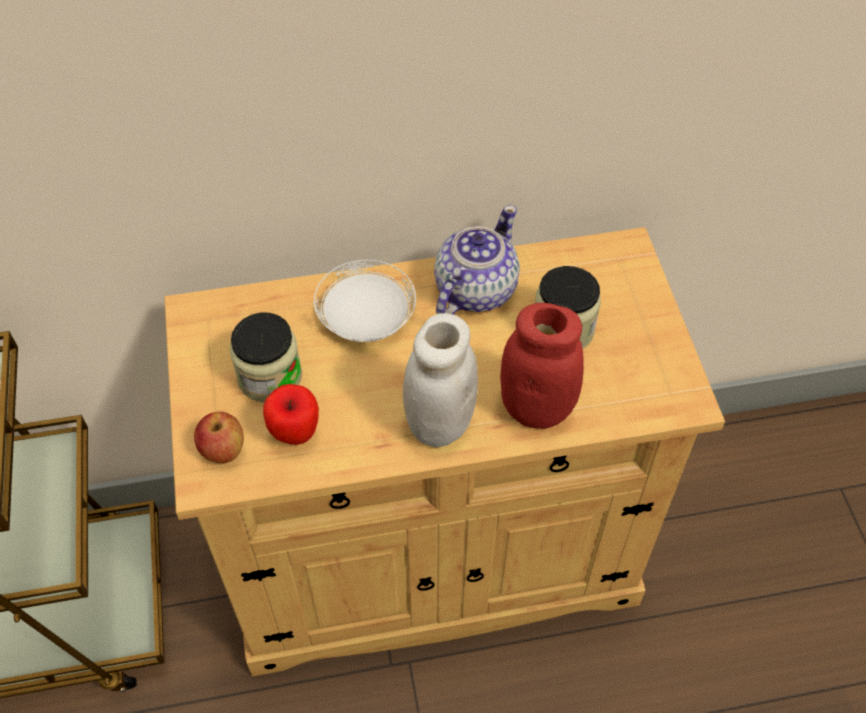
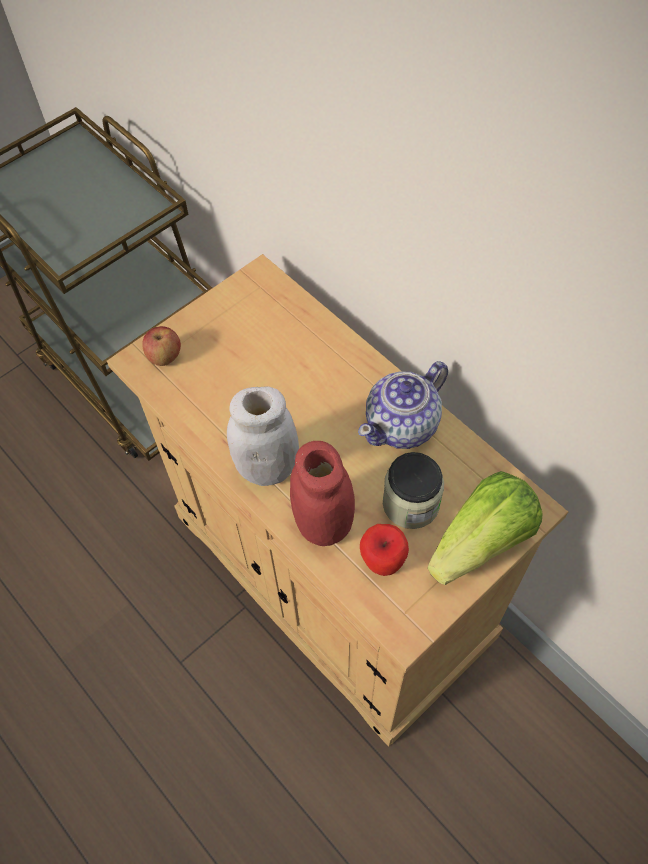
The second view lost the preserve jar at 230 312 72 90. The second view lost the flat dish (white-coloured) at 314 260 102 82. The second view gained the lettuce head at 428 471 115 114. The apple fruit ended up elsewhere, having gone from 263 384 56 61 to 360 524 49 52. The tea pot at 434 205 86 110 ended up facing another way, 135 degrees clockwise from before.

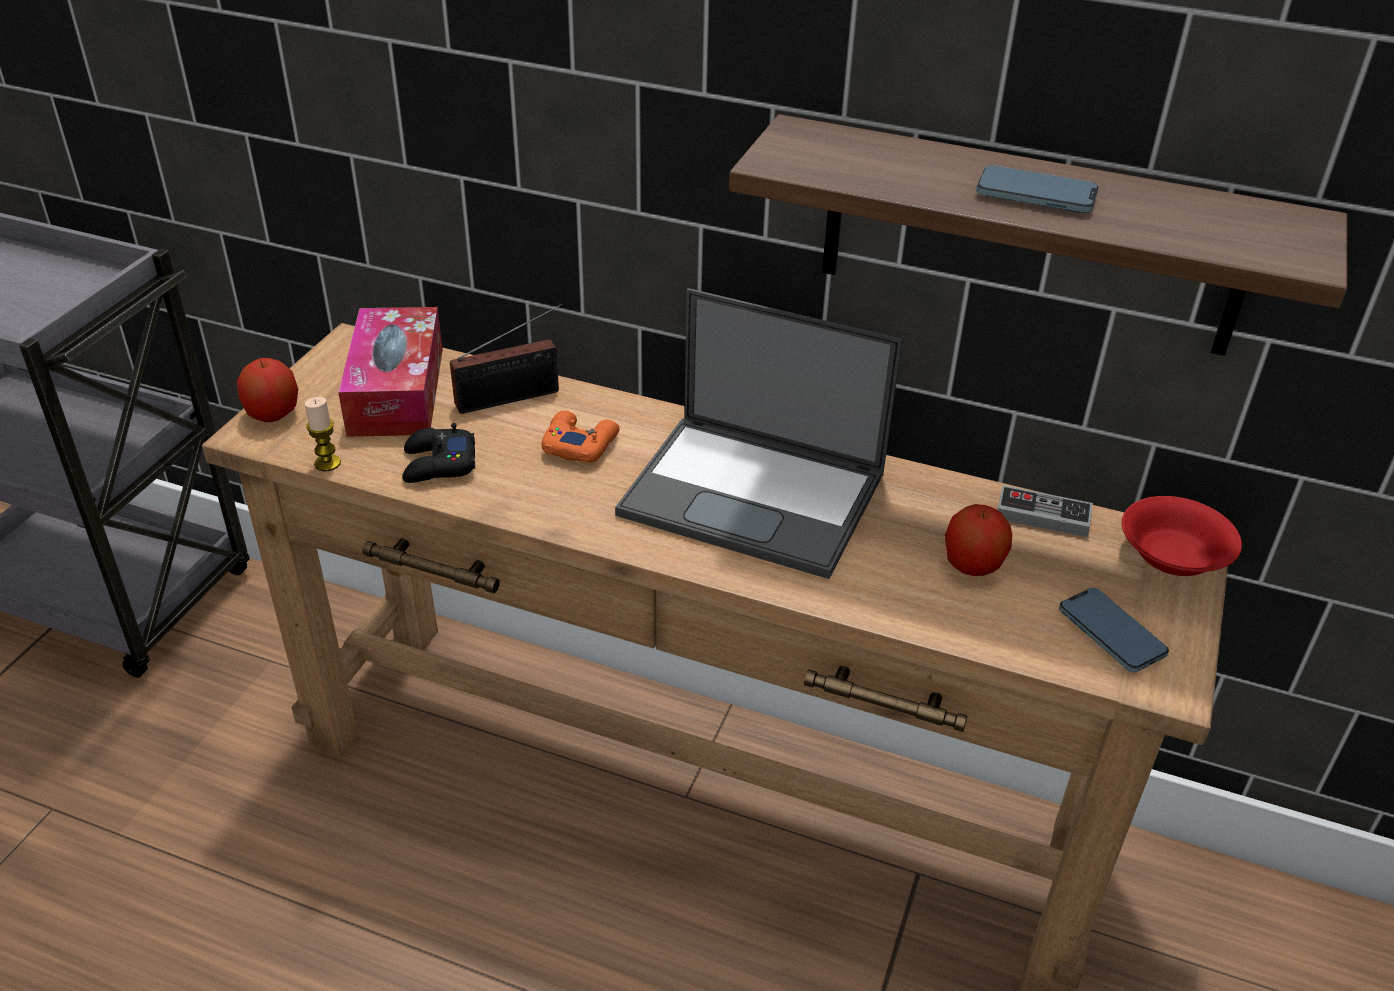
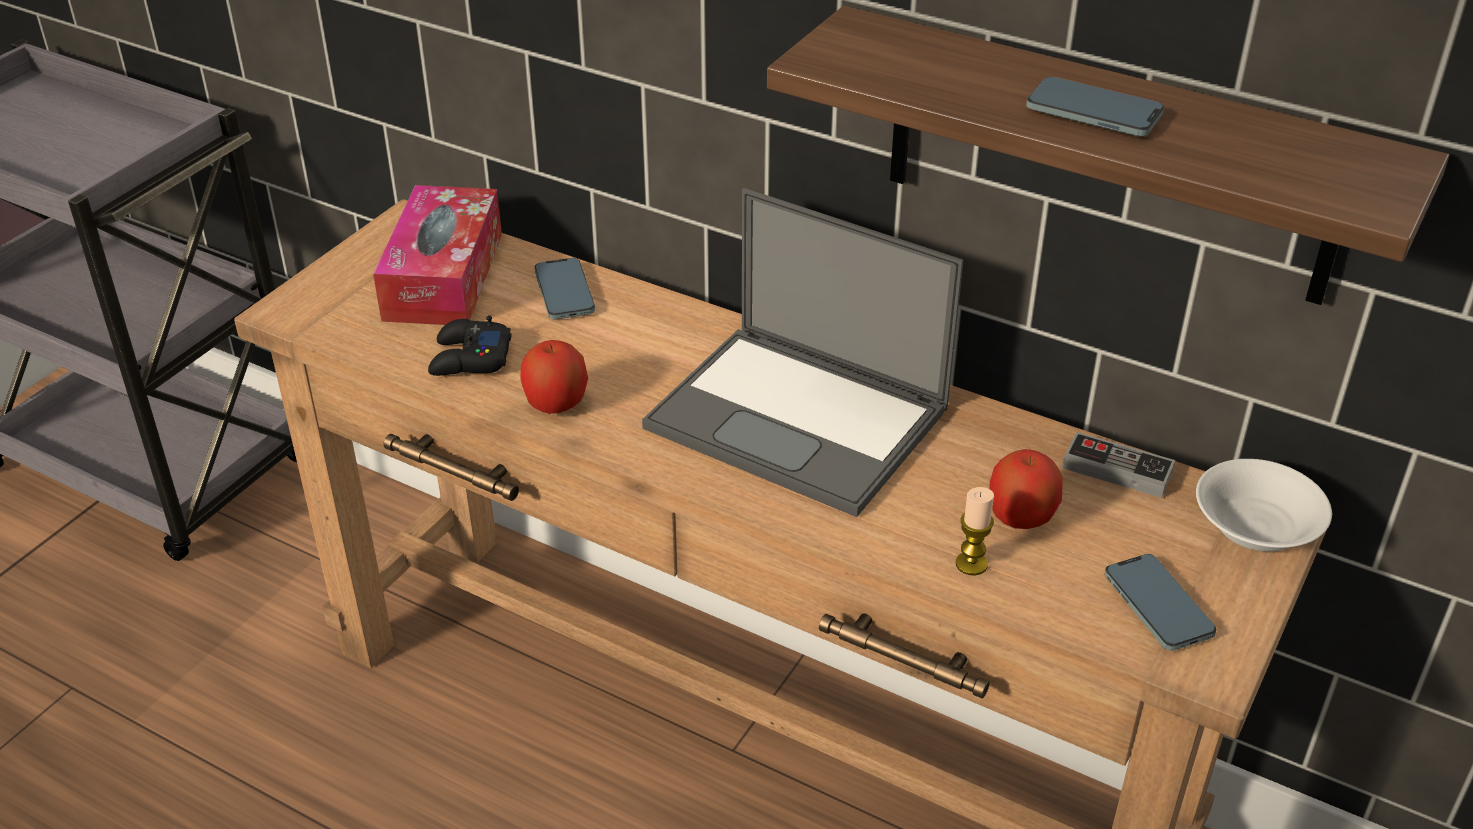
The second view lost the joypad (orange-coloured) at 542 411 77 52. The apple fruit ended up elsewhere, having gone from 237 358 61 64 to 520 340 68 74. The wax candle ended up elsewhere, having gone from 304 397 37 74 to 956 487 38 88. Where the radio receiver stood at 450 304 113 110, the phone came to stand at 535 258 60 61. What was the serving bowl (reddish) at 1122 496 120 80 turned into the serving bowl (white-coloured) at 1196 459 136 93.

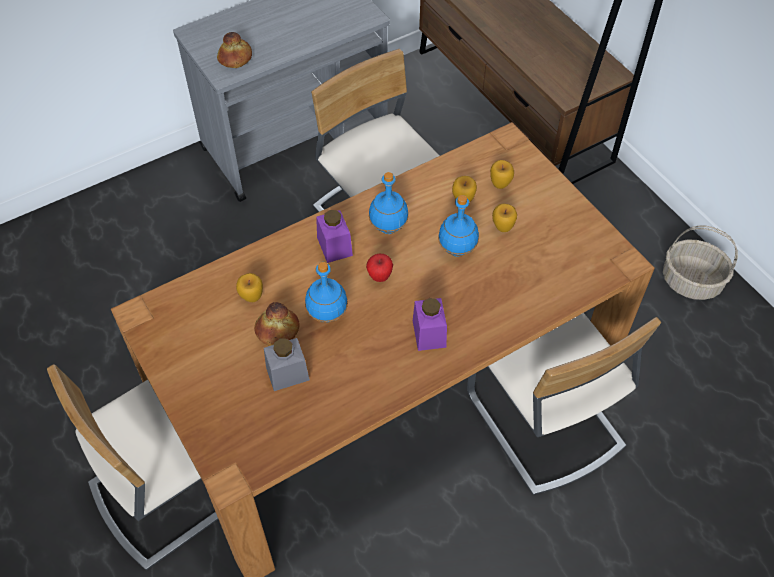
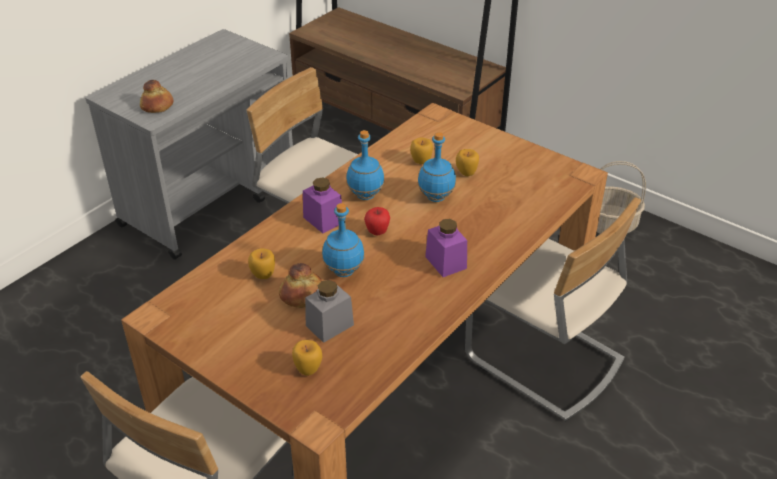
The apple fruit ended up elsewhere, having gone from 490 160 24 29 to 292 340 31 36.

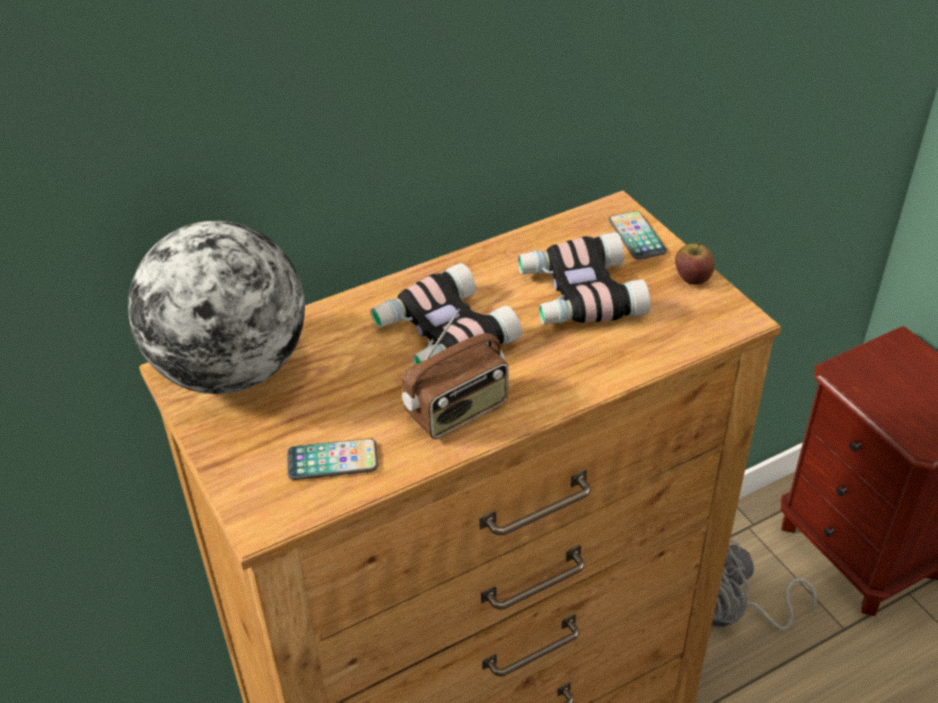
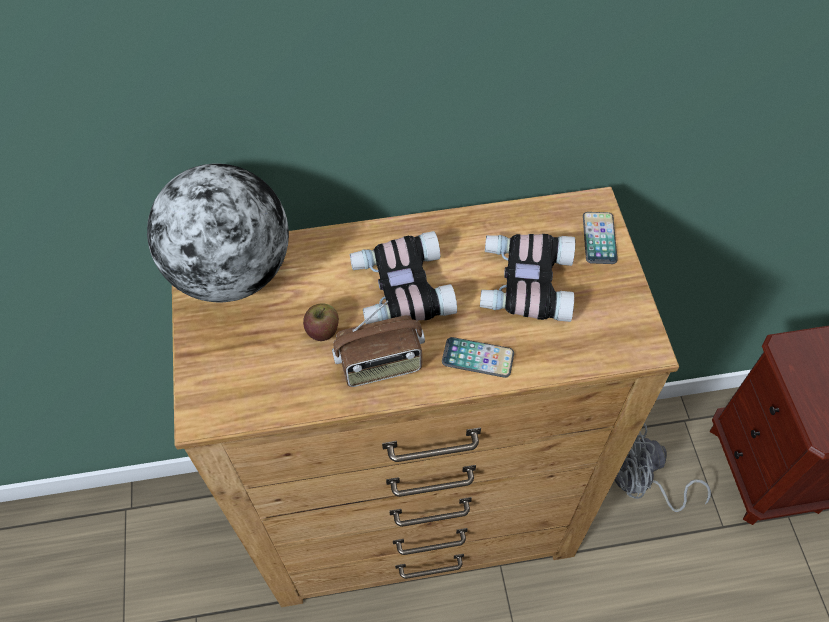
The phone ended up elsewhere, having gone from 287 438 91 42 to 442 337 72 41. The apple fruit ended up elsewhere, having gone from 675 242 40 43 to 303 303 36 38.

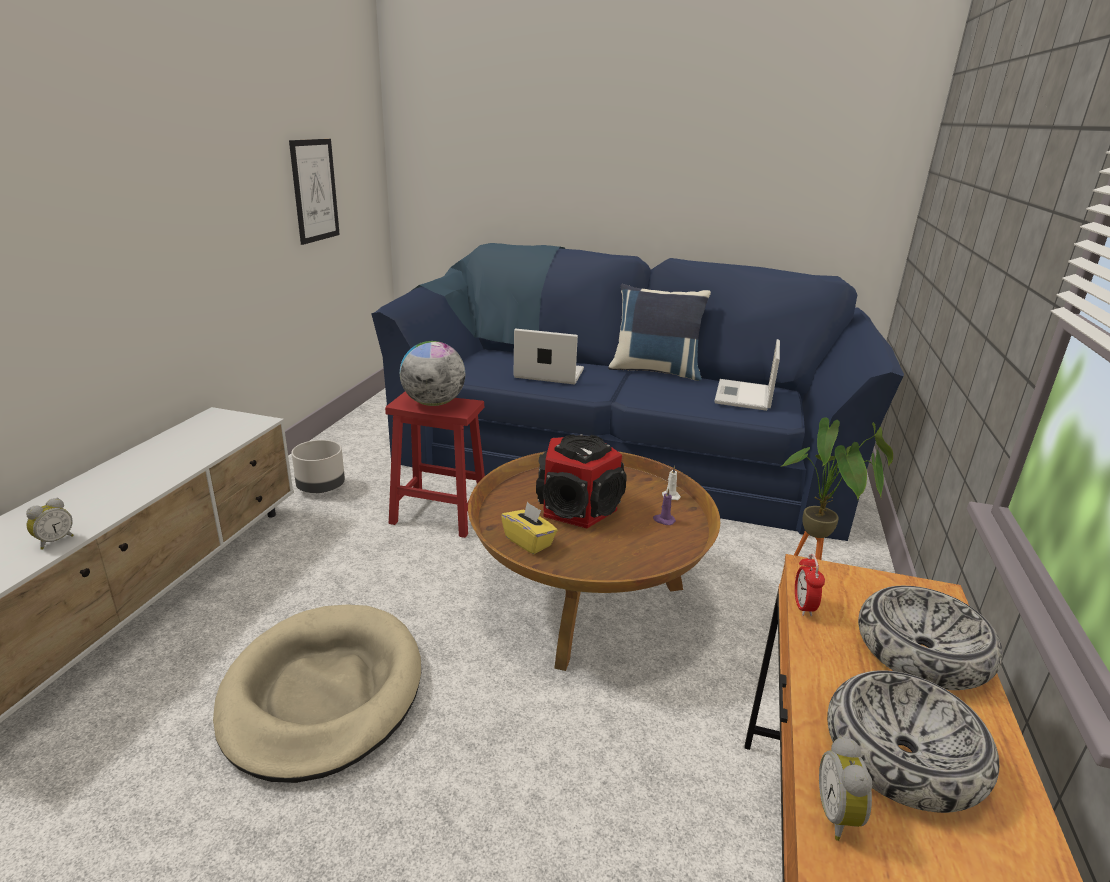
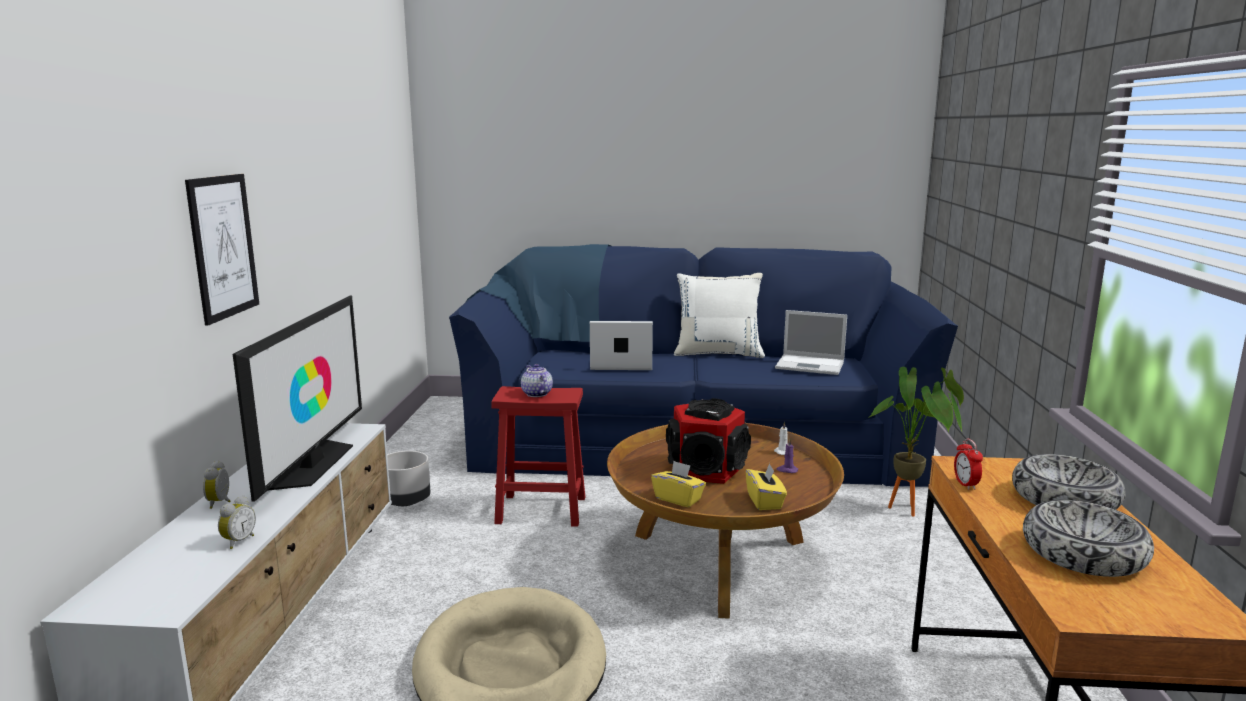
The second view gained the TV at 233 296 129 206. The second view gained the tissue box (yellow) at 745 463 42 47. The wall picture ended up elsewhere, having gone from 289 139 51 106 to 185 174 74 152. The bedside clock ended up elsewhere, having gone from 819 736 53 105 to 203 461 28 48. Where the desk globe stood at 400 341 65 65, the tea pot came to stand at 521 364 32 33. What was the pillow (blue) at 608 284 103 97 turned into the pillow (white-coloured) at 674 273 91 85. The laptop at 714 339 66 72 ended up facing another way, 75 degrees counterclockwise from before.

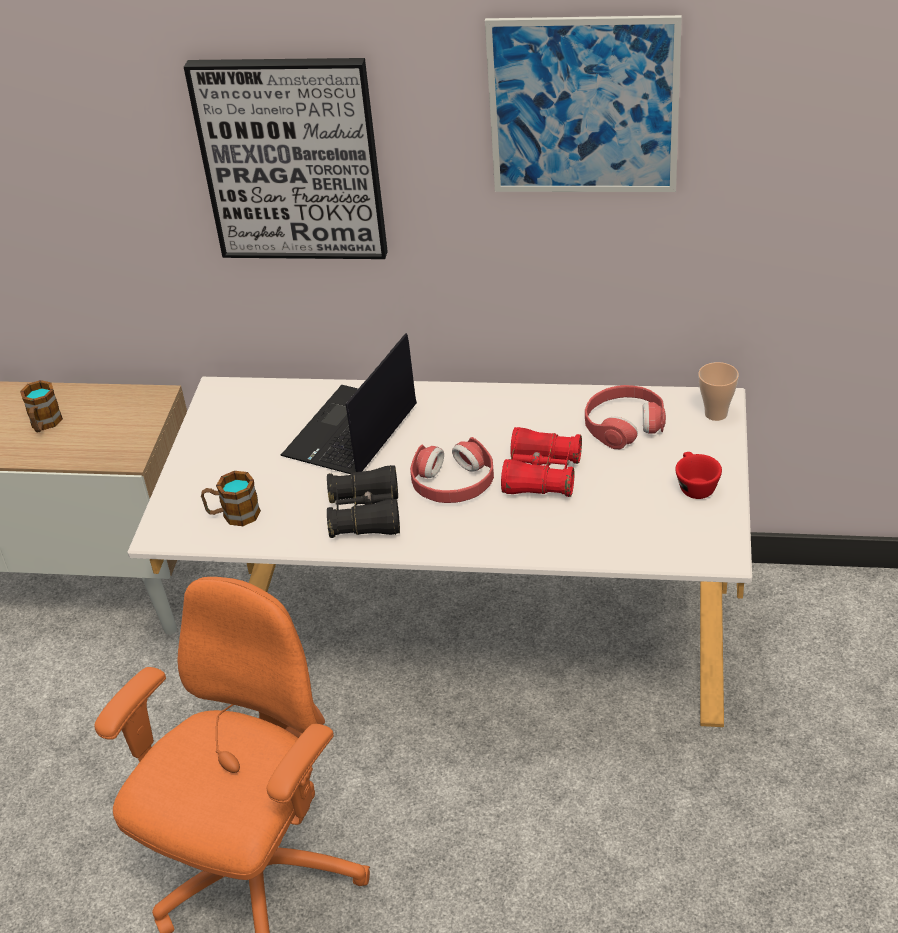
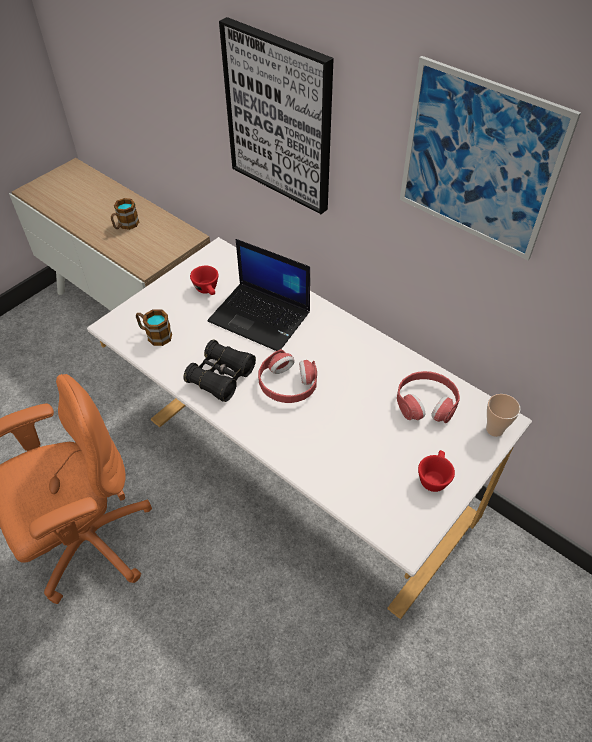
The second view lost the field glasses (reddish) at 501 427 81 70. The second view gained the cup (reddish) at 190 266 28 29. The laptop at 280 333 137 141 ended up facing another way, 120 degrees counterclockwise from before.

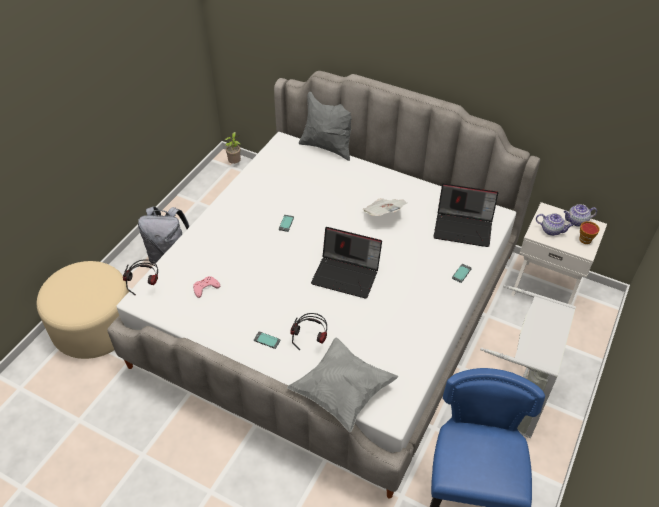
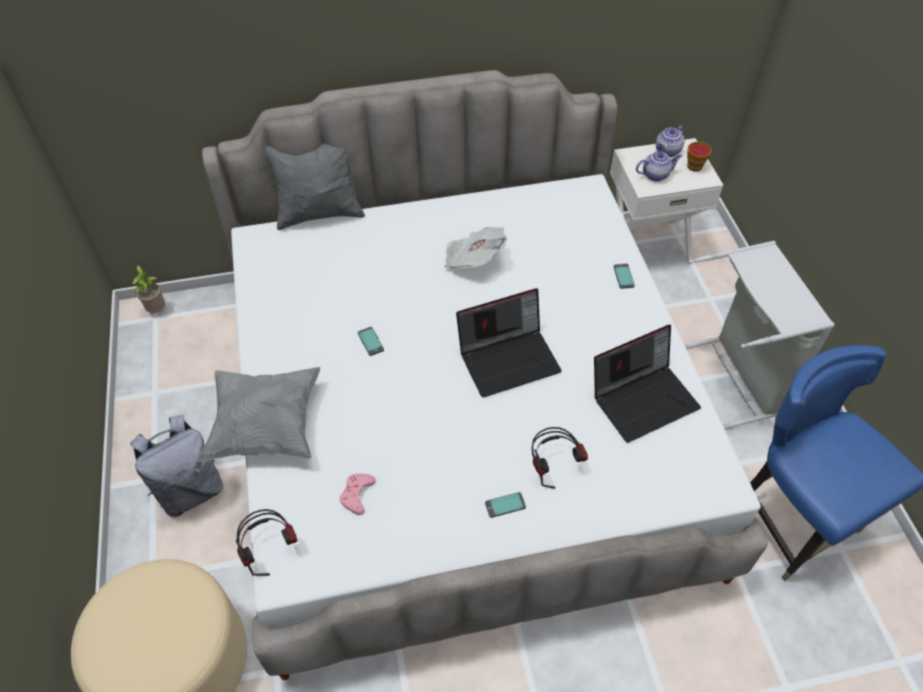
The pillow (greyish) ended up elsewhere, having gone from 287 337 111 95 to 198 367 122 95. The laptop ended up elsewhere, having gone from 433 183 65 64 to 594 325 107 118.

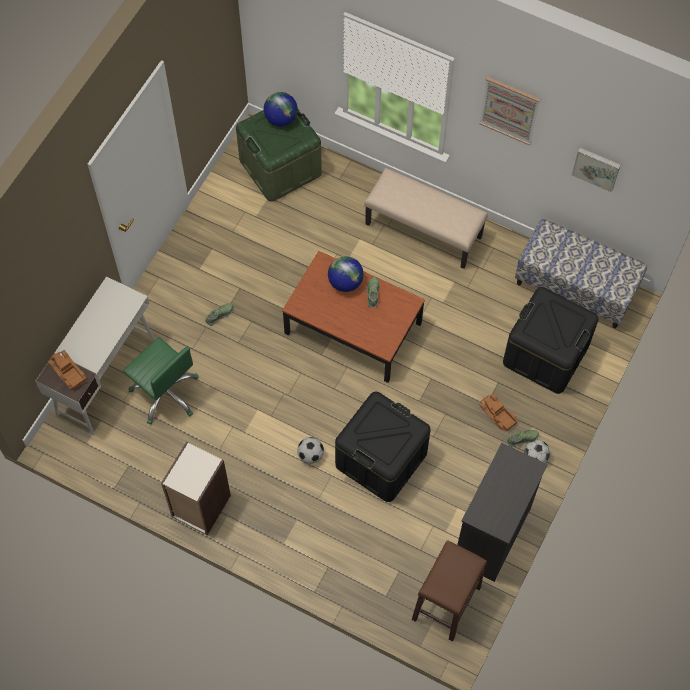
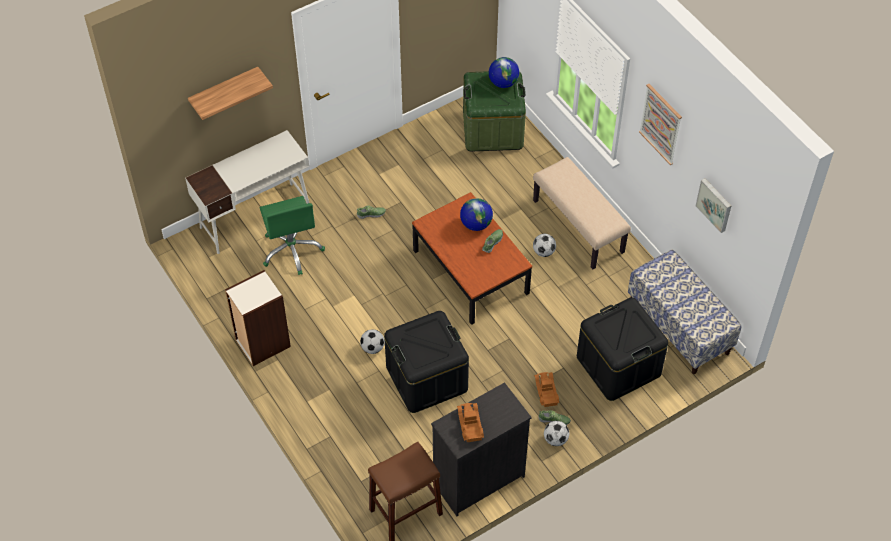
The second view gained the shelf at 188 67 85 53. The second view gained the ball for football at 533 234 23 23. The toy lorry ended up elsewhere, having gone from 48 350 39 39 to 457 403 27 39.

